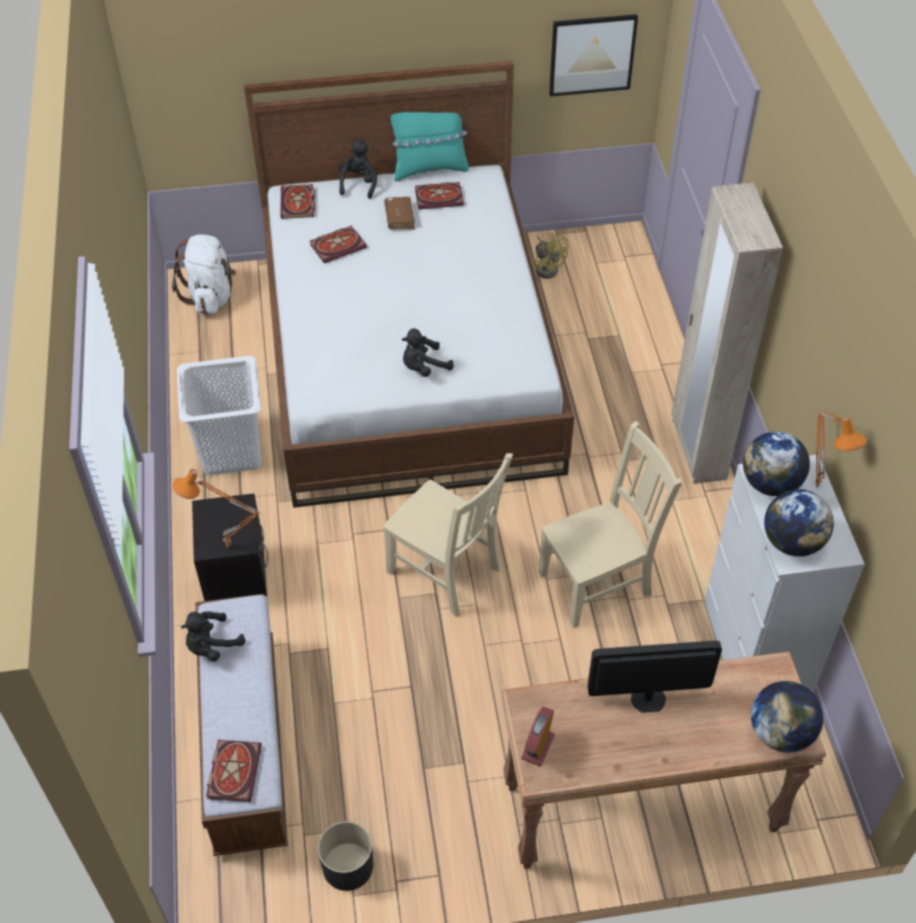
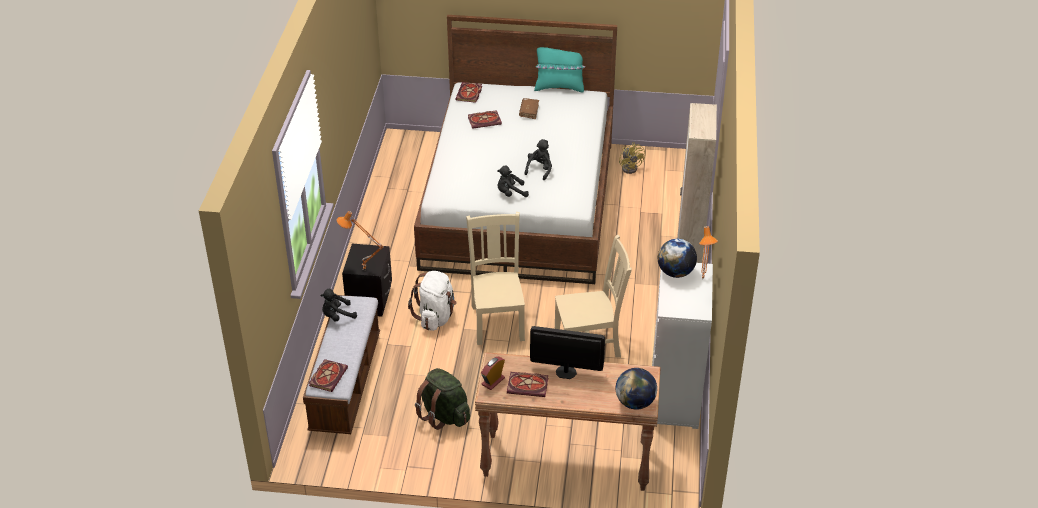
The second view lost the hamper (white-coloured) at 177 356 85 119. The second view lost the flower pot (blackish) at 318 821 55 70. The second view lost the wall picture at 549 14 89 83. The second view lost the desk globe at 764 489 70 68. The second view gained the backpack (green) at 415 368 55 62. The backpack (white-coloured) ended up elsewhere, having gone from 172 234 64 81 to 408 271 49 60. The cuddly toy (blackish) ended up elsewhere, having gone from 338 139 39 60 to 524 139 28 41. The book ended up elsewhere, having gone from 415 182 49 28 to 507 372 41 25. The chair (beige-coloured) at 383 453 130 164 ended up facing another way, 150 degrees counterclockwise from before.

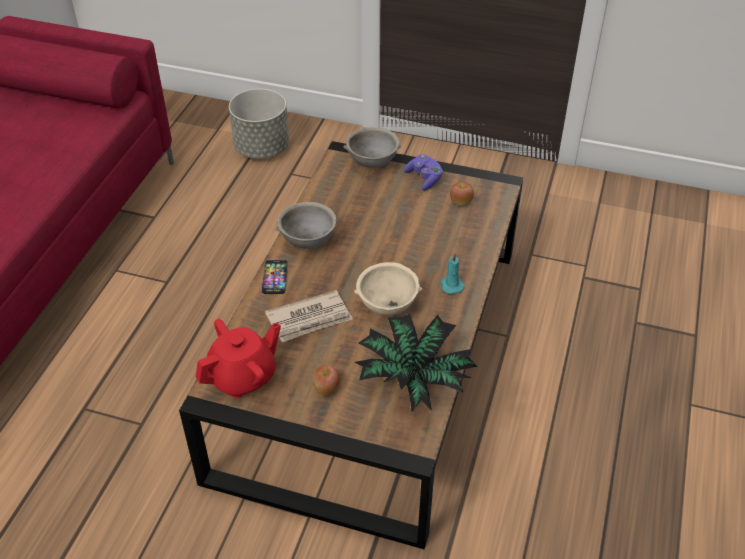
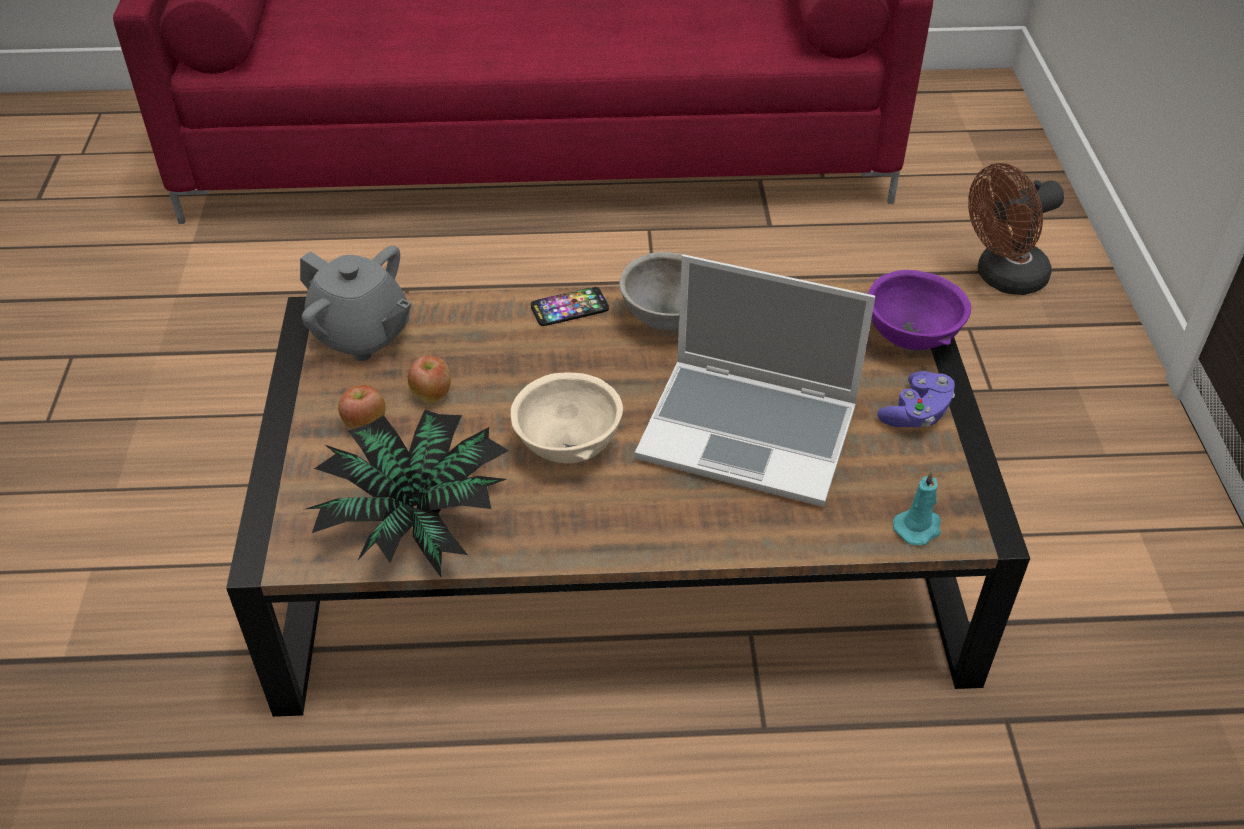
The second view lost the daily paper at 265 290 88 52. The second view gained the laptop at 635 254 240 252. The wax candle (turquoise) ended up elsewhere, having gone from 441 253 24 41 to 893 471 48 74. The apple fruit ended up elsewhere, having gone from 450 182 24 24 to 408 356 43 47. Where the flower pot (greyish) stood at 229 89 60 70, the cooling fan (brownish) came to stand at 968 163 96 132. What was the tea pot (reddish) at 196 319 85 79 turned into the tea pot (greyish) at 300 246 112 115. What was the serving bowl (greyish) at 343 127 58 41 turned into the serving bowl (purple) at 868 270 103 80.

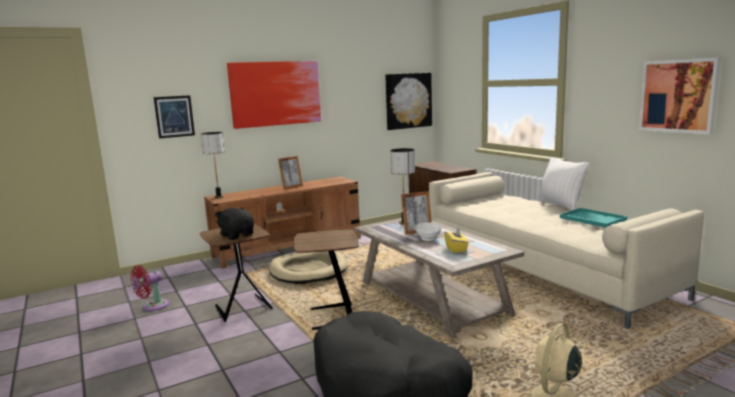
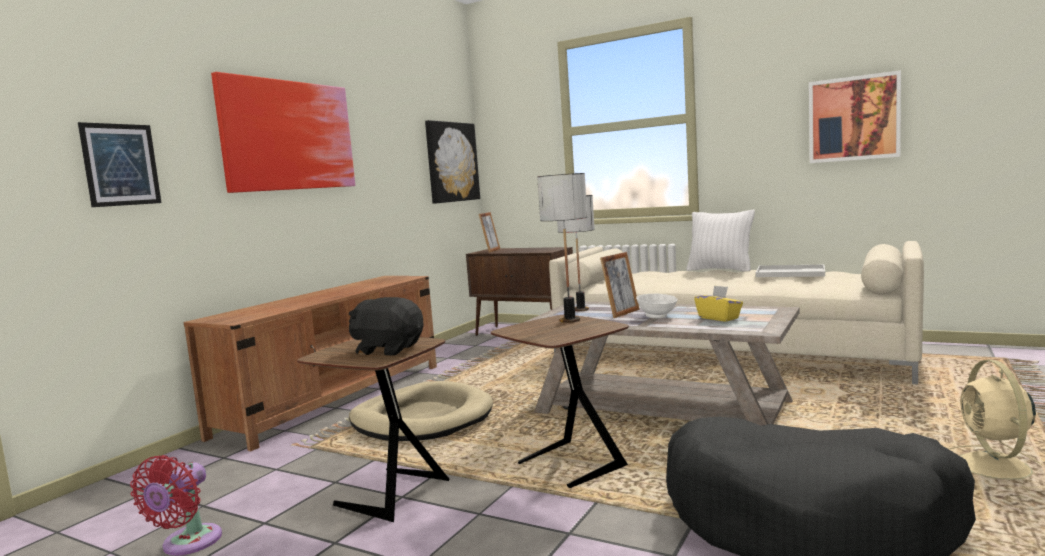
The table lamp ended up elsewhere, having gone from 201 132 24 67 to 537 173 50 150. The picture frame ended up elsewhere, having gone from 278 156 25 34 to 479 212 21 41. What was the tray (turquoise) at 560 208 67 20 turned into the tray (white-coloured) at 756 265 69 12.

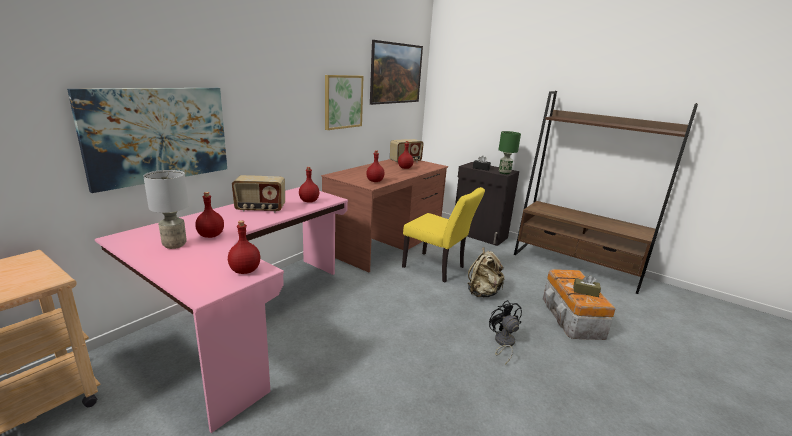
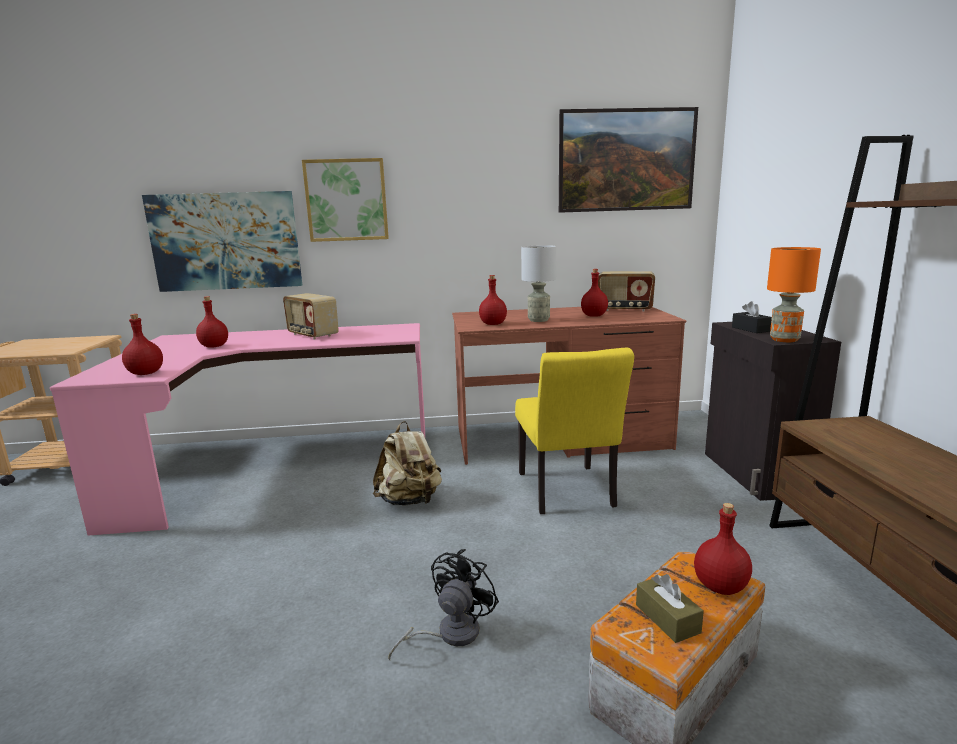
The table lamp (greyish) ended up elsewhere, having gone from 143 170 46 79 to 521 245 35 77. The bottle (reddish) ended up elsewhere, having gone from 299 167 21 36 to 694 503 58 92. The wall picture ended up elsewhere, having gone from 325 75 39 55 to 302 158 87 84. The backpack (beige-coloured) ended up elsewhere, having gone from 467 247 37 50 to 373 421 69 85. What was the table lamp (green) at 499 131 22 43 turned into the table lamp (orange-coloured) at 767 247 54 95.

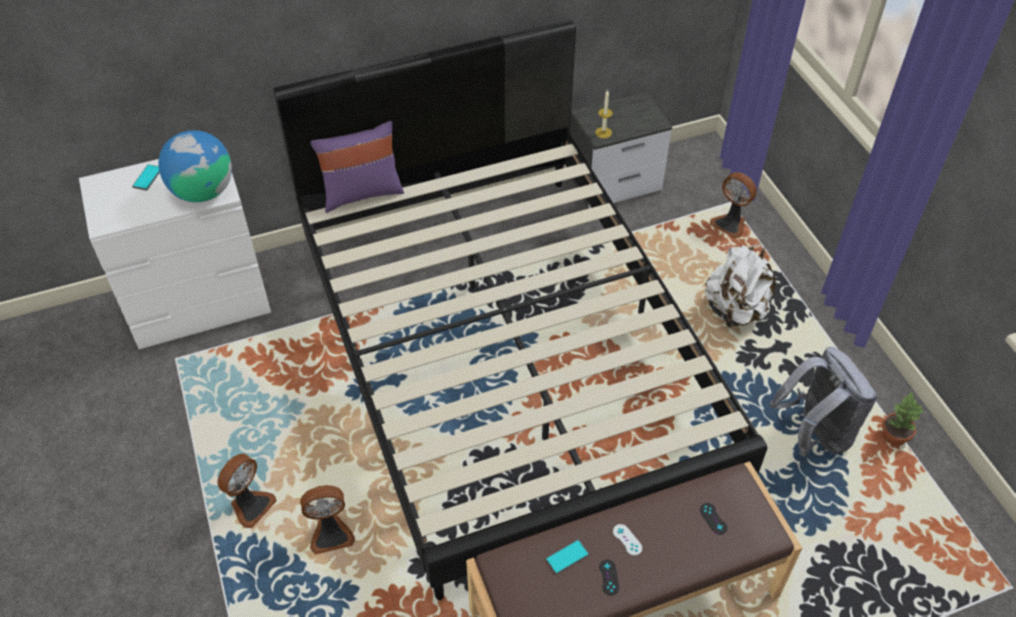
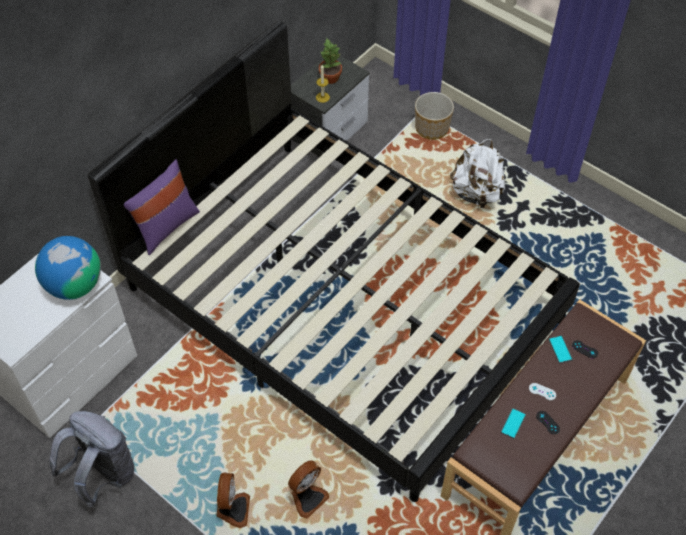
The phone ended up elsewhere, having gone from 132 164 28 27 to 549 336 24 28. The backpack (greyish) ended up elsewhere, having gone from 770 347 107 110 to 49 411 86 96. The potted plant ended up elsewhere, having gone from 882 391 43 55 to 319 39 23 45. Where the cooling fan stood at 710 172 47 67, the flower pot came to stand at 415 92 39 48.

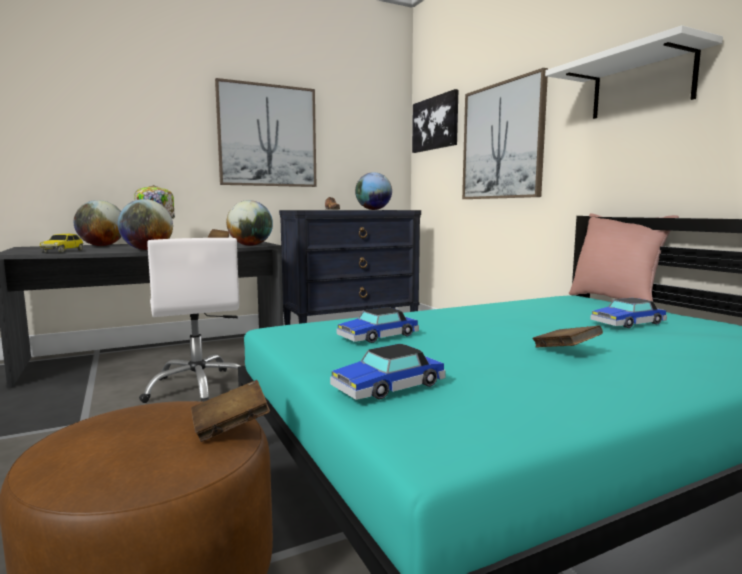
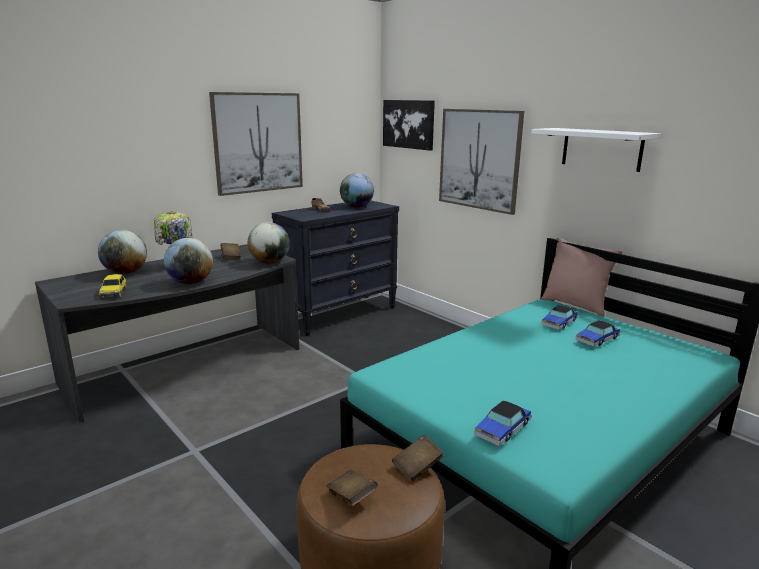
The second view lost the computer chair (white-coloured) at 139 238 102 165. The model car ended up elsewhere, having gone from 337 307 82 36 to 541 305 37 25. The book (brownish) ended up elsewhere, having gone from 532 325 71 23 to 326 469 52 37.

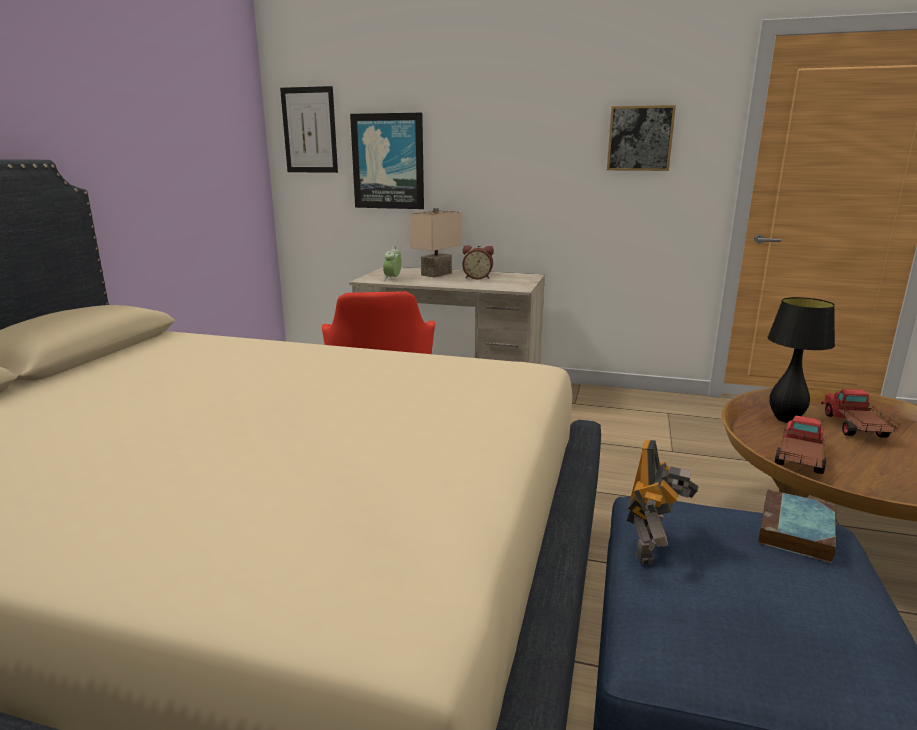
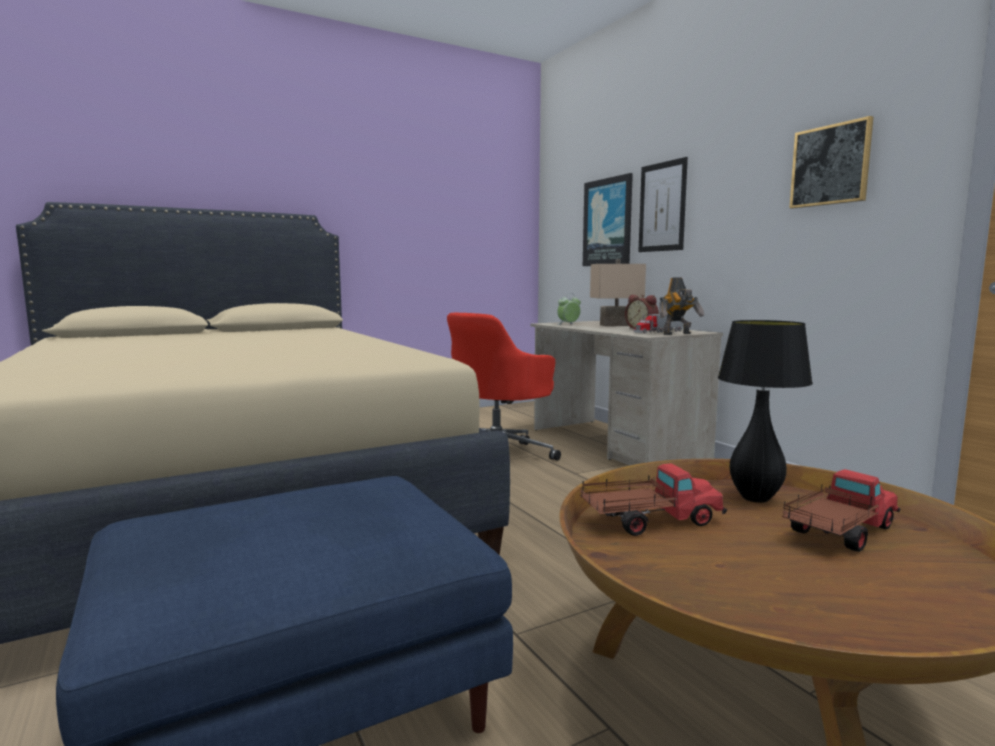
The second view lost the book at 759 489 77 74. The second view gained the toy lorry at 634 314 50 20. The wall picture ended up elsewhere, having gone from 280 86 58 87 to 638 157 50 95. The robot figure ended up elsewhere, having gone from 627 440 72 125 to 659 277 45 58.

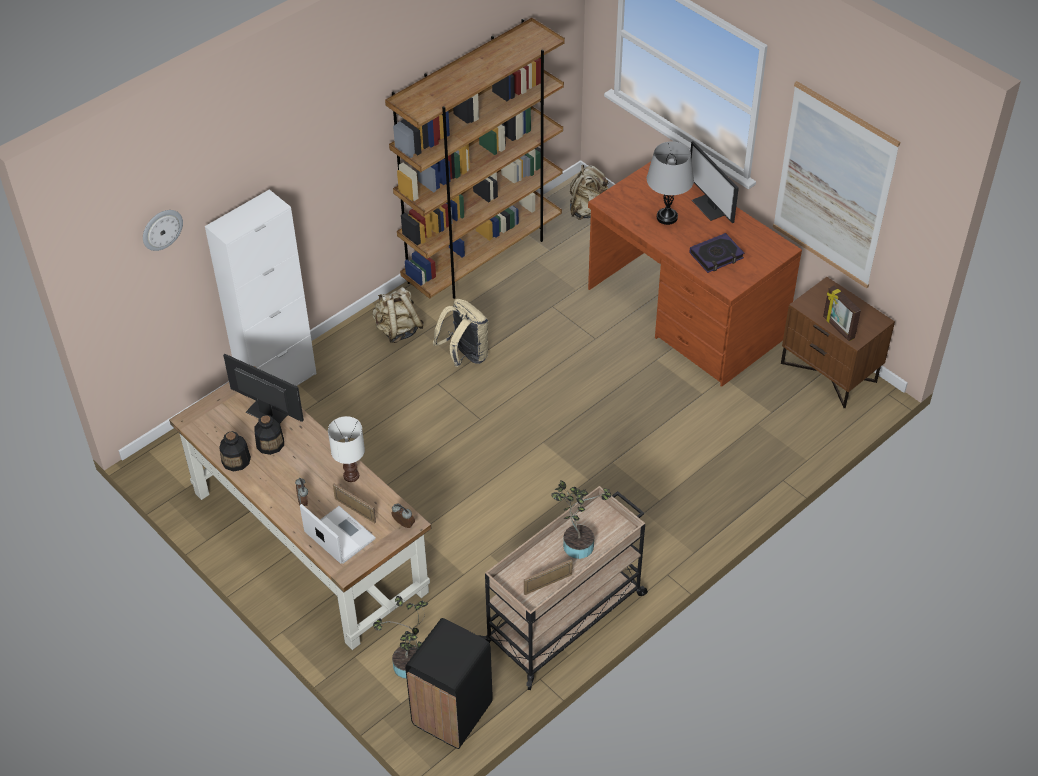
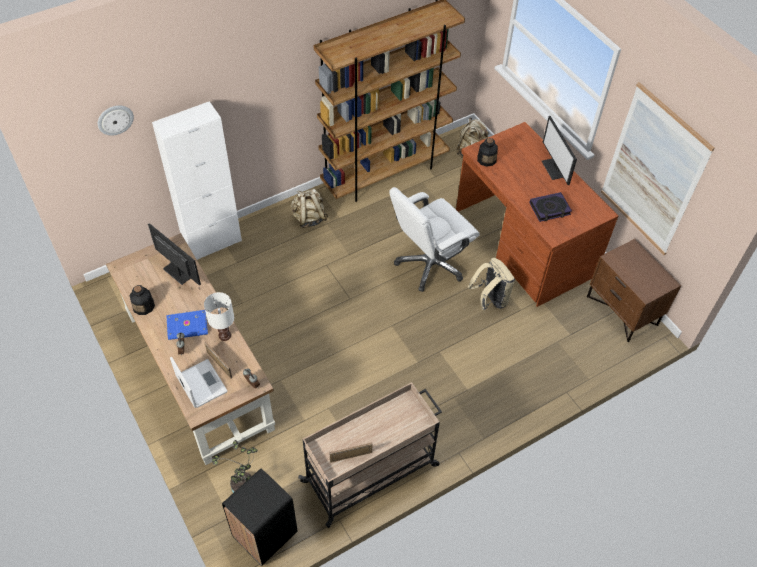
The second view lost the potted plant at 551 480 60 79. The second view lost the table lamp (greyish) at 647 141 47 84. The second view lost the picture frame at 823 285 38 56. The second view gained the book (blue) at 166 310 42 30. The second view gained the computer chair (white-coloured) at 389 187 91 105. The bottle ended up elsewhere, having gone from 255 415 29 40 to 477 138 21 29. The backpack (beige-coloured) ended up elsewhere, having gone from 433 299 55 68 to 468 258 47 52.

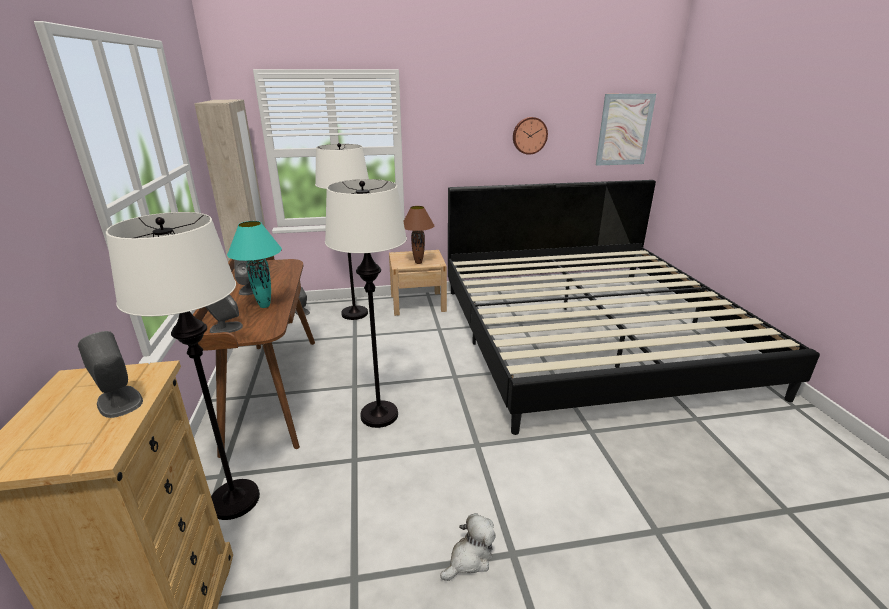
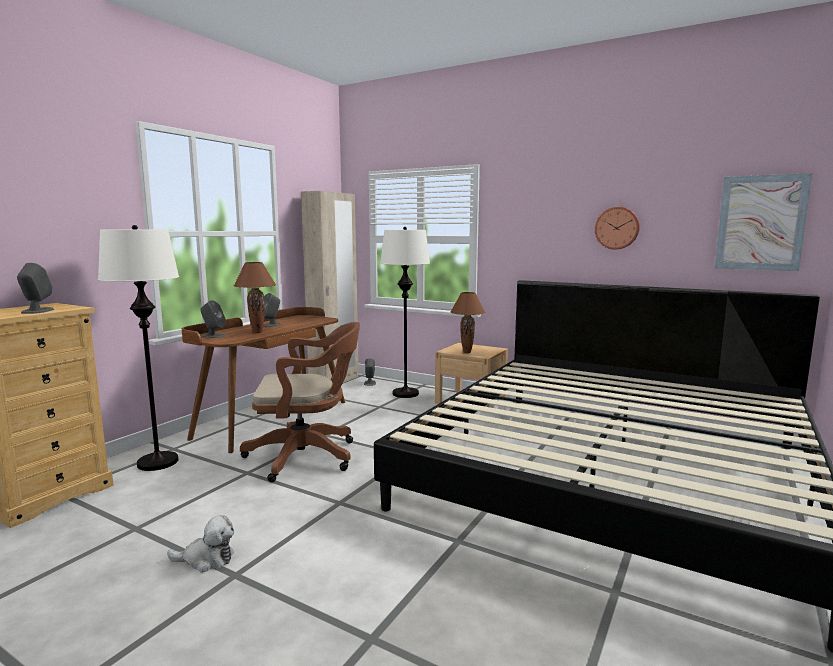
Where the standing lamp (white-coloured) stood at 325 179 82 249, the computer chair (brownish) came to stand at 240 322 120 160. What was the table lamp (turquoise) at 227 221 55 87 turned into the table lamp (brownish) at 234 262 42 71.

